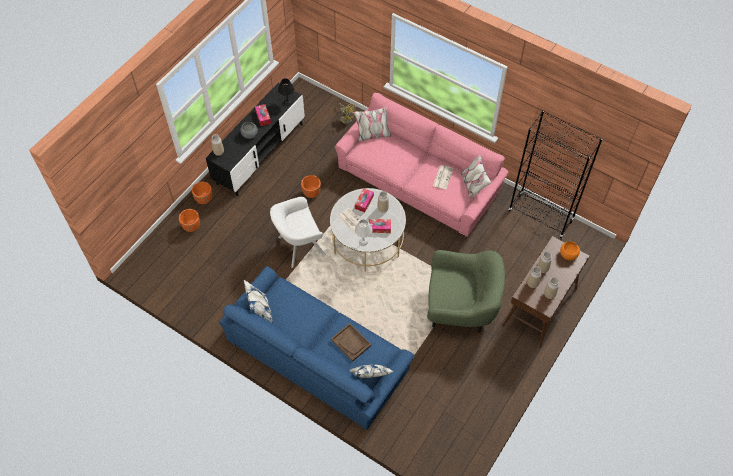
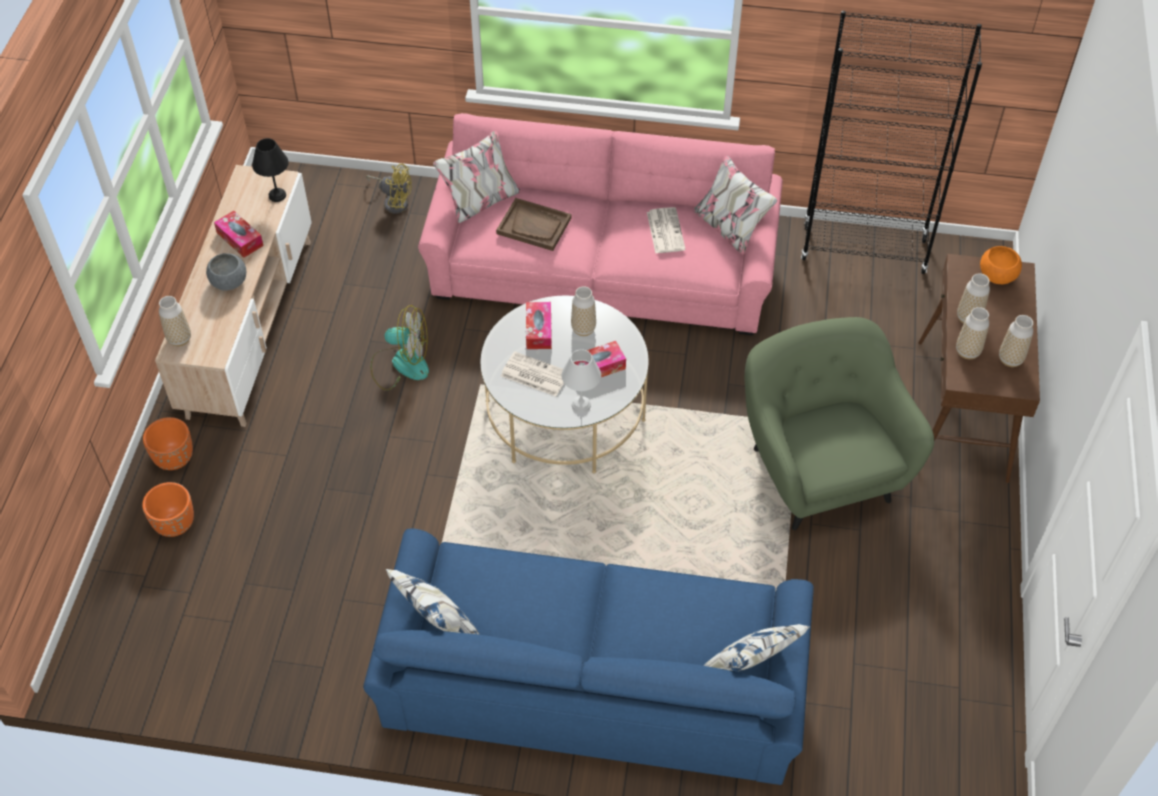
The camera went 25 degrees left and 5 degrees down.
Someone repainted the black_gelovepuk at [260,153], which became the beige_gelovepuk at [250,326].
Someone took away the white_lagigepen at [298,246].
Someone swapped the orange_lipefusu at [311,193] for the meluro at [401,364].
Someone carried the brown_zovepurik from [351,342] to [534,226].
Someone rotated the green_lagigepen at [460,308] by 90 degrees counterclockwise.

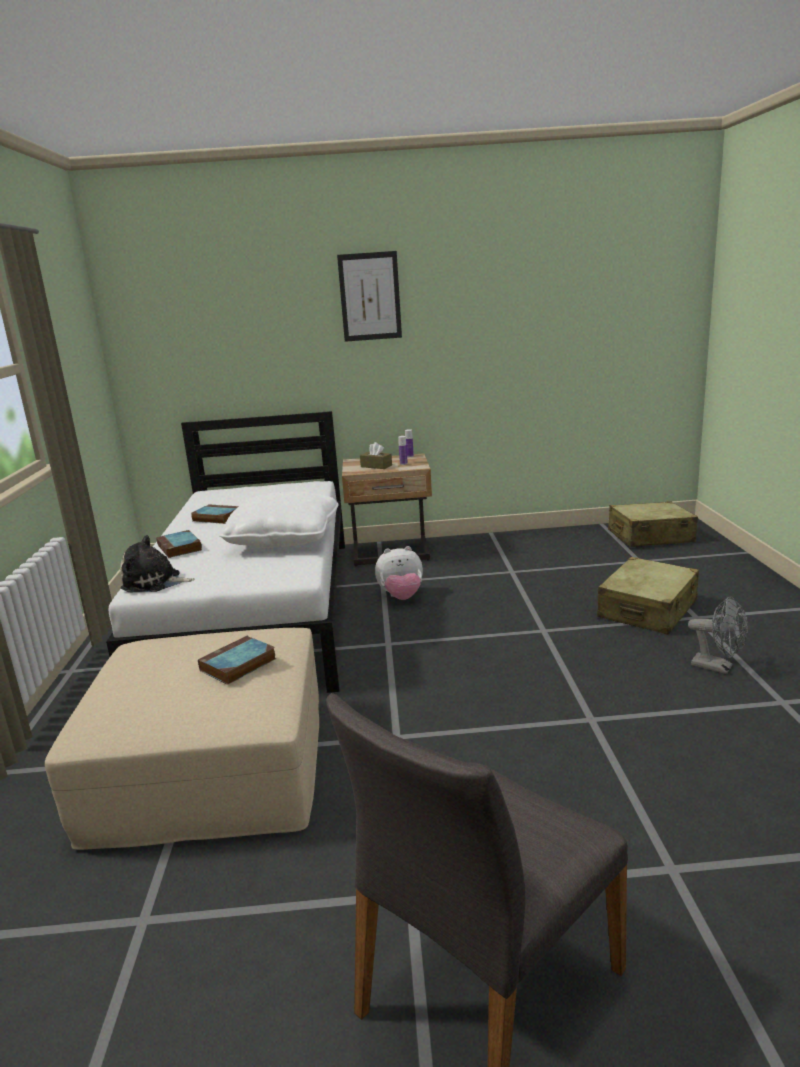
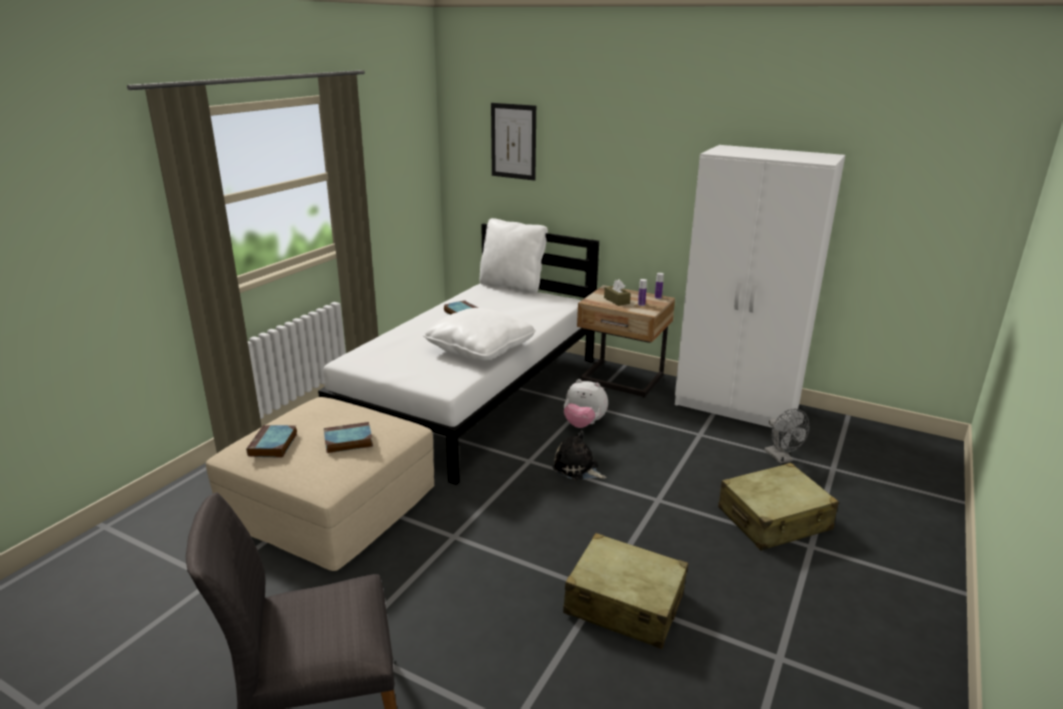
The camera went 30 degrees right and 5 degrees up.
Someone carried the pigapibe from [154,582] to [577,469].
Someone carried the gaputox from [180,548] to [273,445].
Someone carried the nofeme from [370,296] to [513,141].
Someone carried the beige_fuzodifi from [650,537] to [624,604].
Someone carried the grey_meluro from [718,667] to [781,458].
Someone put down the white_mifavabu at [512,286].
Someone put down the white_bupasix at [737,406].

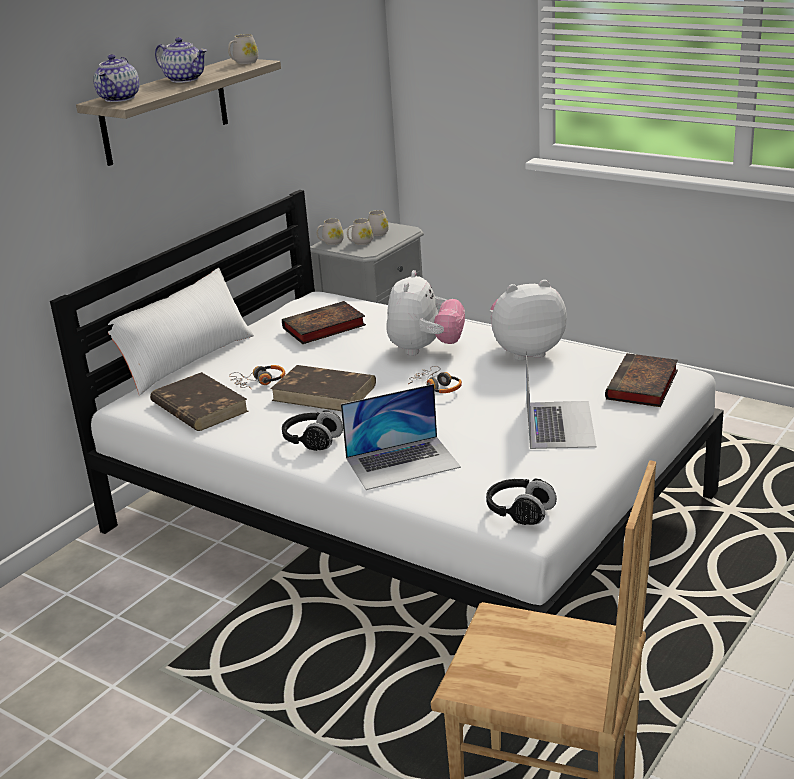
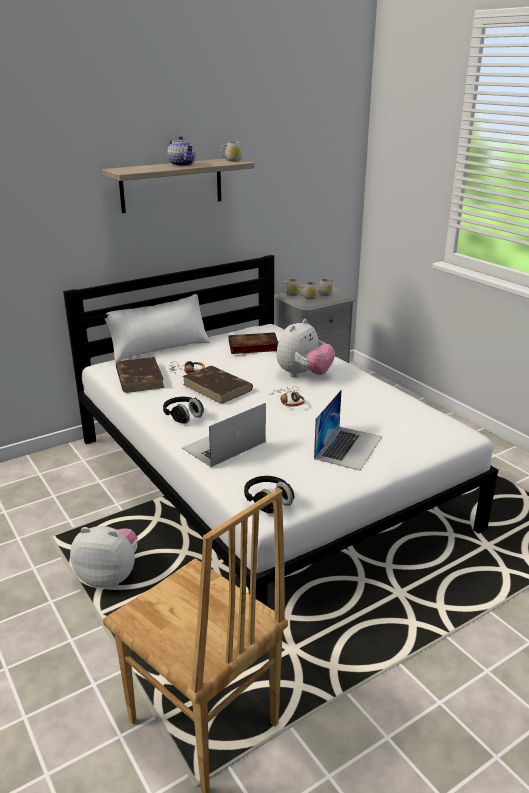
The camera went 20 degrees right and 0 degrees up.
Someone took away the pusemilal at [120,98].
Someone rotated the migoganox at [403,462] by 135 degrees clockwise.
Someone carried the pigapibe from [526,352] to [109,576].
Someone took away the gaputox at [642,386].

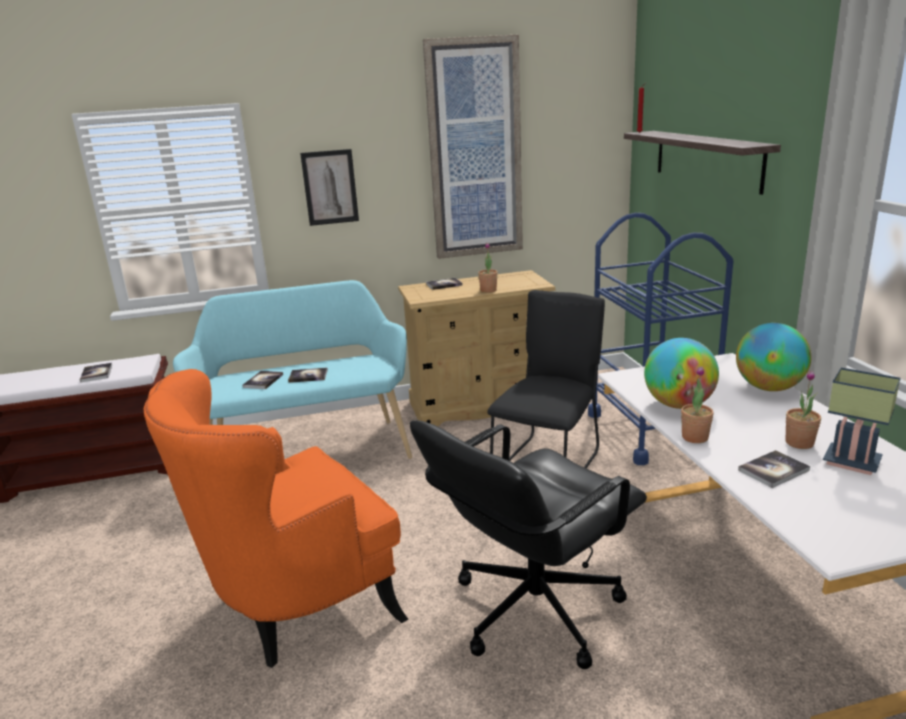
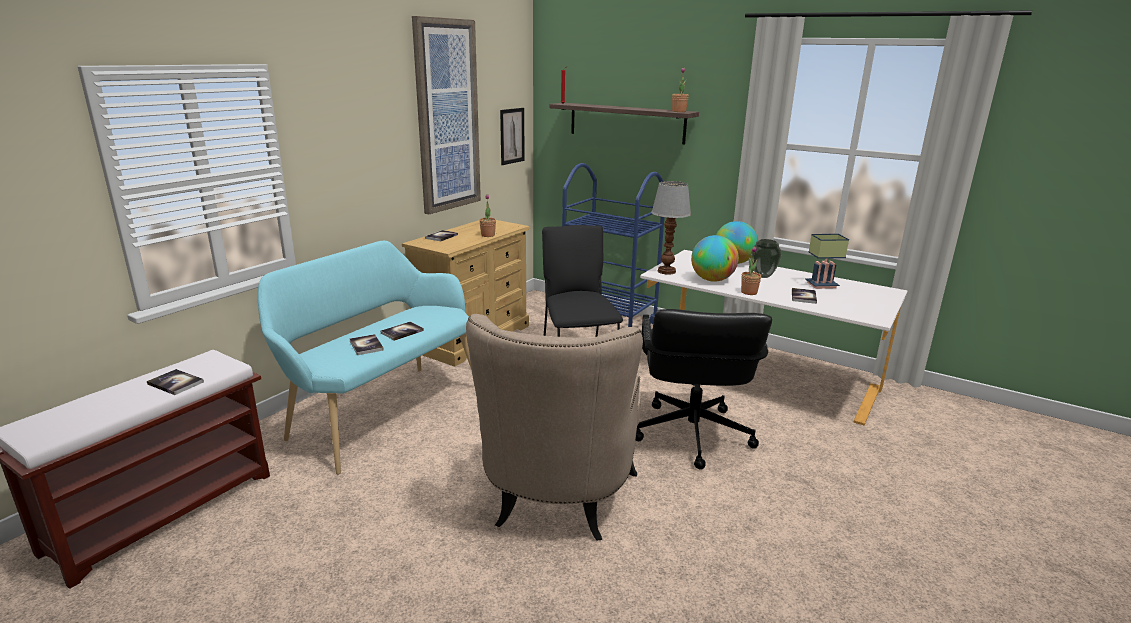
The camera went 45 degrees left and 0 degrees up.
Someone repainted the orange_lagigepen at [296,606], which became the beige_lagigepen at [556,503].
Someone carried the nofeme from [330,187] to [512,136].
Someone carried the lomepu from [799,443] to [679,111].
Someone put down the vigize at [666,271].
Someone put down the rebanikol at [762,276].

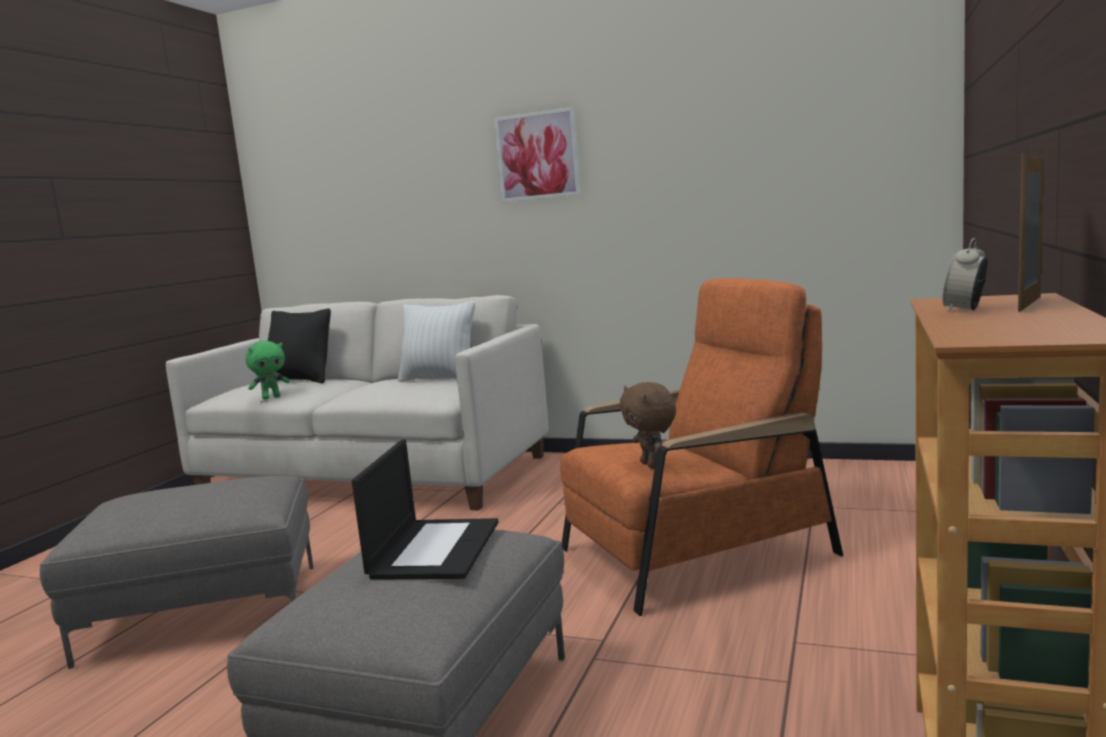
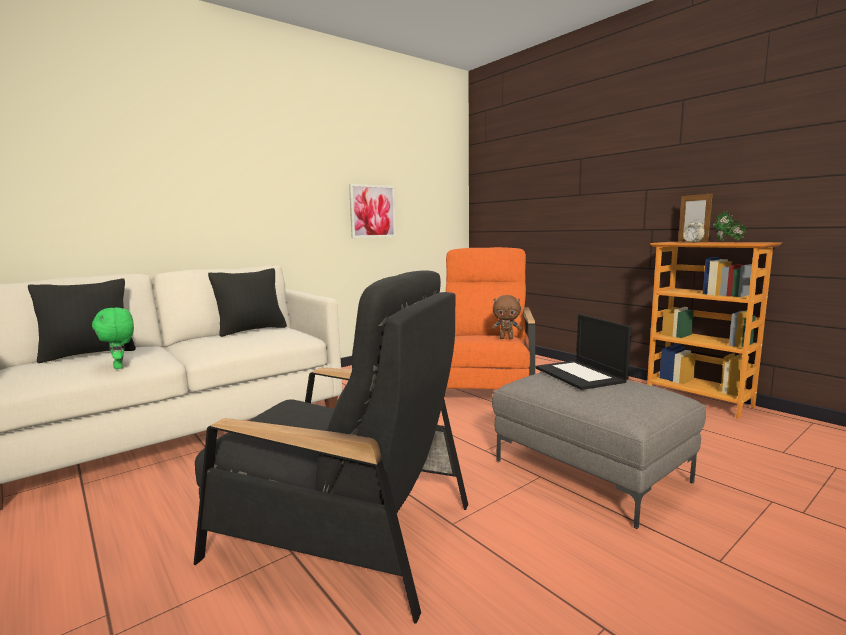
The camera went 60 degrees left and 0 degrees up.
Someone swapped the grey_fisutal at [201,614] for the black_lagigepen at [342,532].
Someone rotated the green_pigapibe at [271,397] by 150 degrees clockwise.
Someone rotated the migoganox at [434,548] by 150 degrees counterclockwise.
Someone repainted the white_mifavabu at [439,379], which became the black_mifavabu at [251,330].
Someone carried the nofeme from [537,156] to [372,211].
Someone put down the lomepu at [727,242].

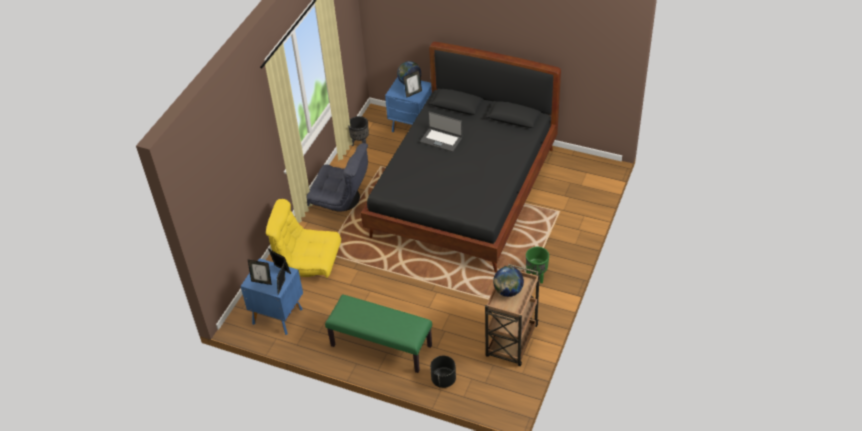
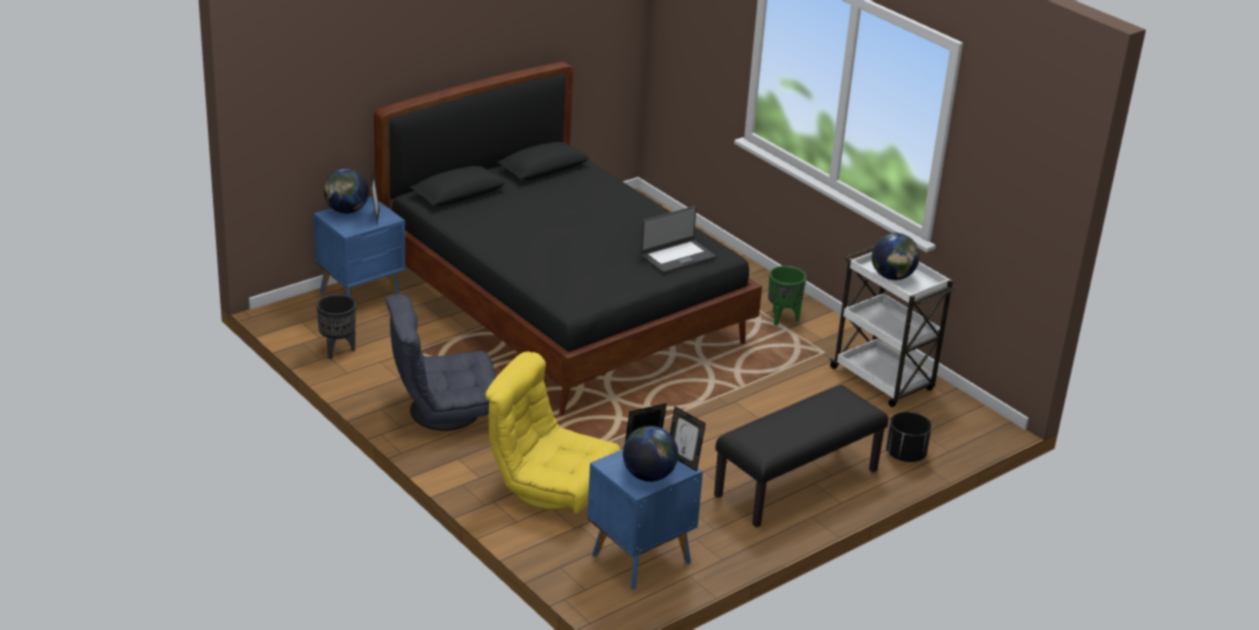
The camera went 65 degrees left and 15 degrees down.
Someone swapped the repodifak at [262,281] for the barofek at [648,476].
Someone rotated the yellow_lagigepen at [309,262] by 75 degrees clockwise.
Someone rotated the grey_lagigepen at [341,199] by 150 degrees counterclockwise.
Someone repainted the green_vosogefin at [380,346], which became the black_vosogefin at [796,484].
Someone carried the migoganox from [441,139] to [677,256].
Someone repainted the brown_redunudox at [511,342], which became the white_redunudox at [883,380].

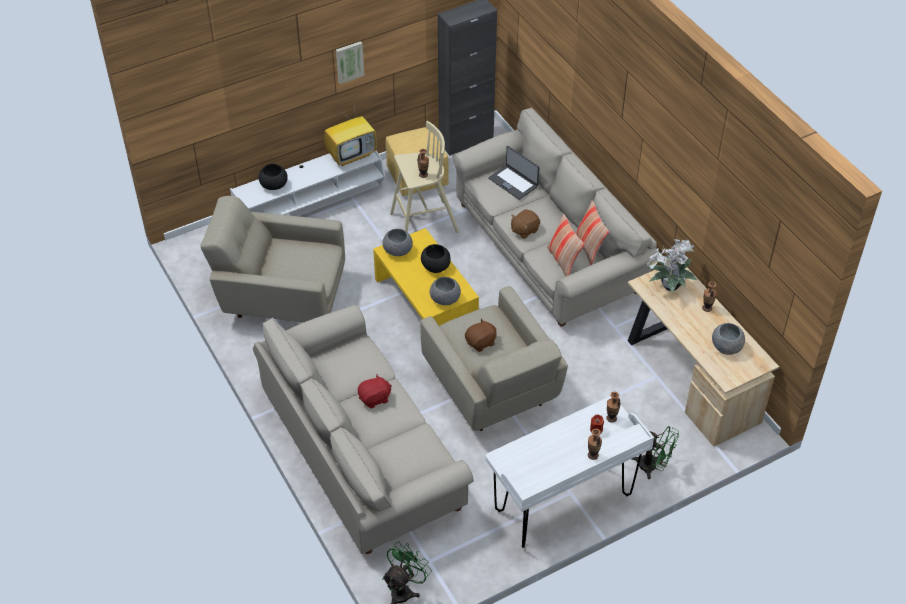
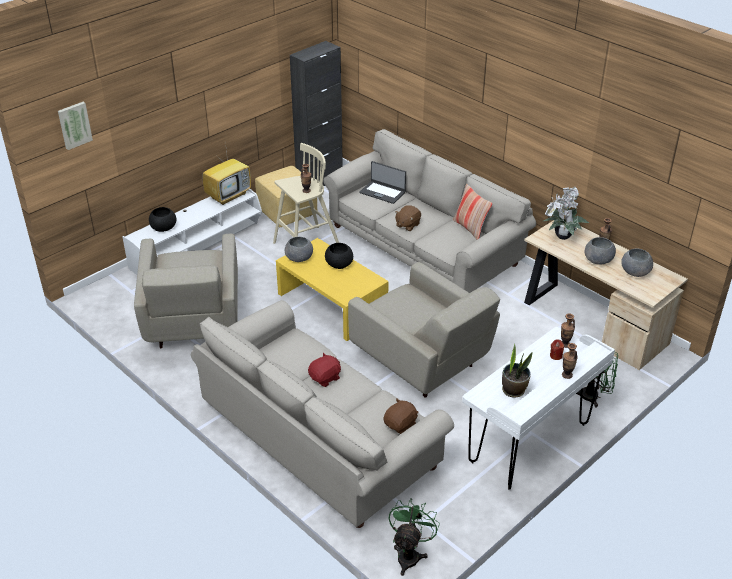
The camera went 15 degrees left and 10 degrees down.
Someone rotated the beige_lagigepen at [281,297] by 90 degrees counterclockwise.
Someone carried the nofeme from [349,61] to [74,125].
Someone carried the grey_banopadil from [444,299] to [598,260].
Someone carried the brown_pigapibe from [481,342] to [401,425].
Someone took away the mifavabu at [563,261].
Someone put down the lomepu at [514,390].

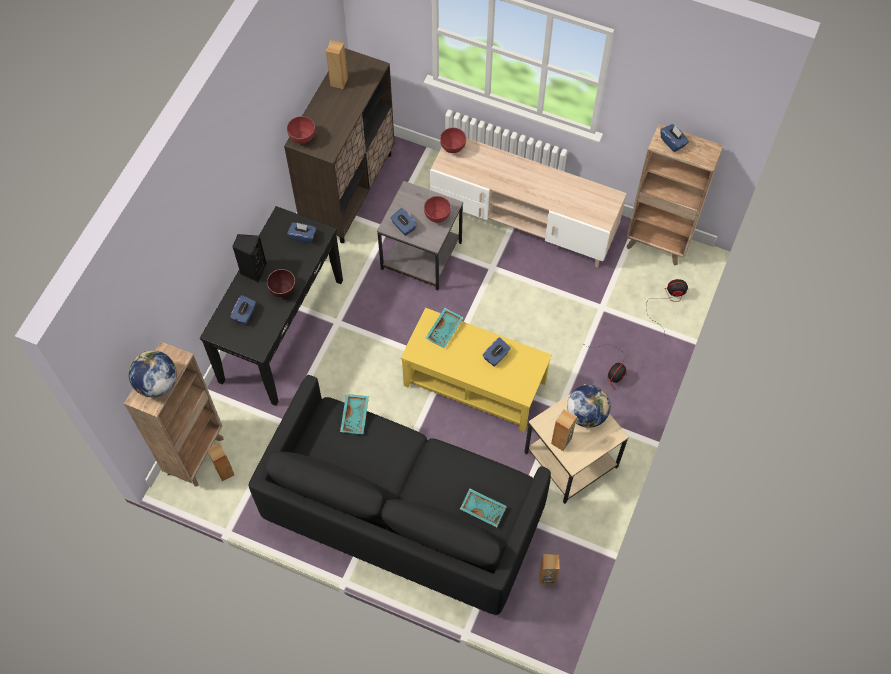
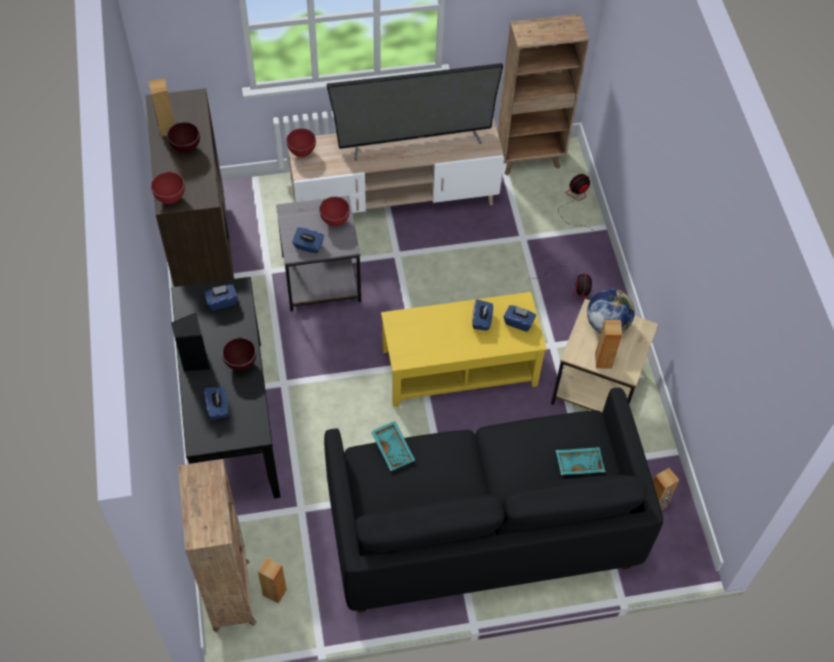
The camera went 35 degrees left and 5 degrees down.
Someone took away the barofek at [157,383].
Someone took away the turquoise_zovepurik at [445,330].
Someone carried the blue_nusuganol from [672,142] to [518,322].
Someone put down the brown_banopadil at [186,149].
Someone put down the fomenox at [414,140].

